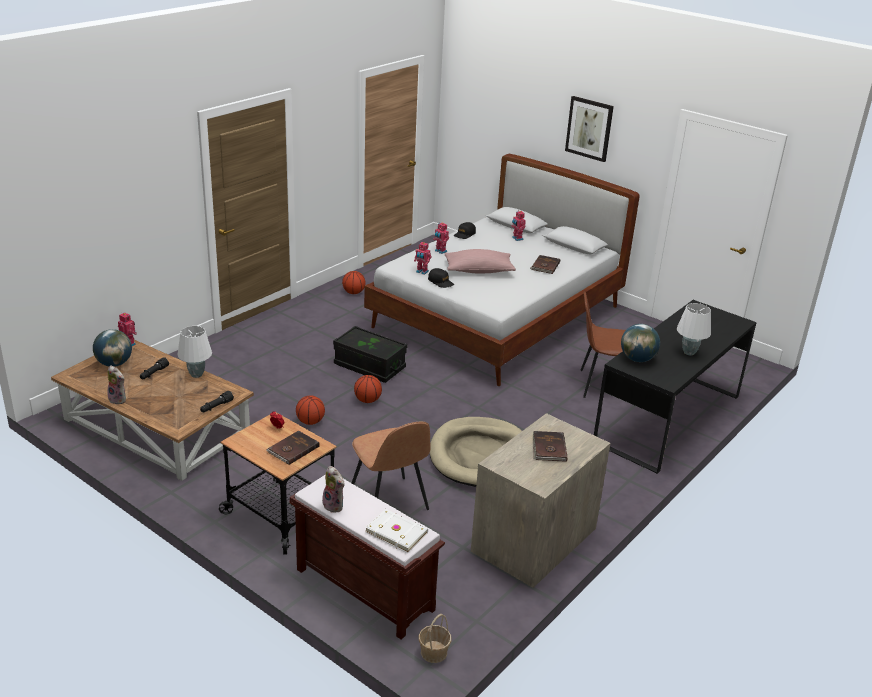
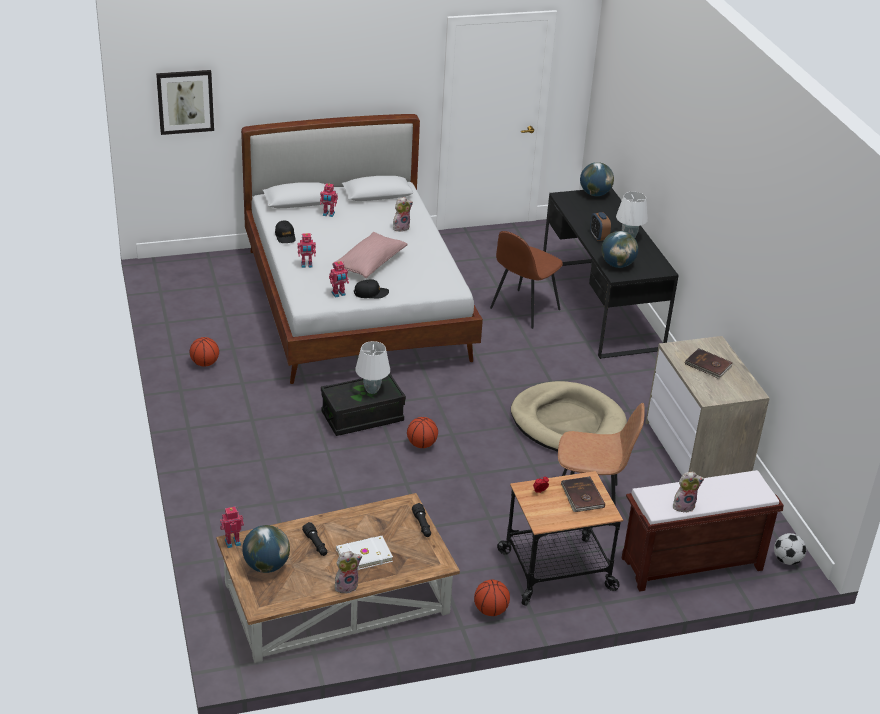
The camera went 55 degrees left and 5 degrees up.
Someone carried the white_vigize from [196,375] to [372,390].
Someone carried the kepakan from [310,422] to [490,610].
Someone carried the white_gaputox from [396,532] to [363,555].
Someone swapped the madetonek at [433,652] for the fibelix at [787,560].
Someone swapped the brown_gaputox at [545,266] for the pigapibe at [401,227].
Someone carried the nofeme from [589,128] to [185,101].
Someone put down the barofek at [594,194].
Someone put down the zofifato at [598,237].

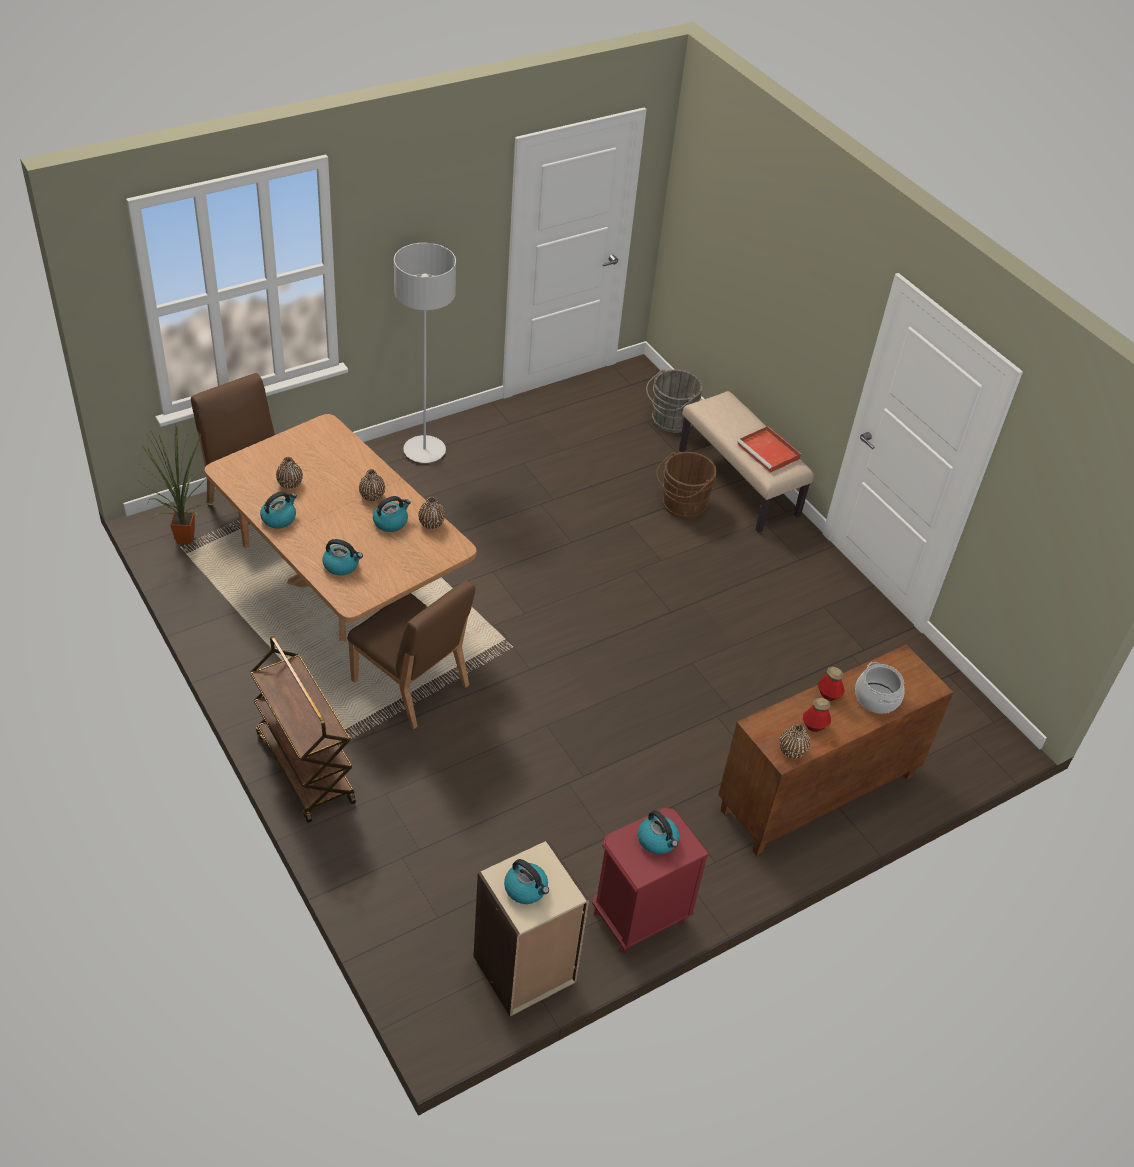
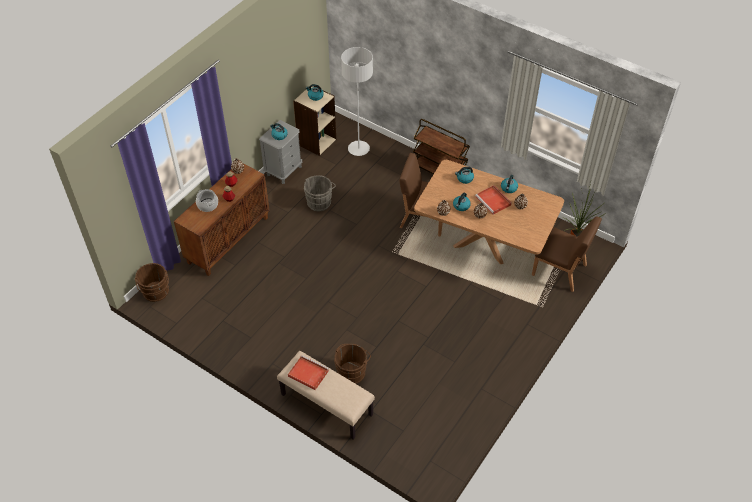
The camera went 160 degrees right and 5 degrees up.
Someone carried the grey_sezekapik from [424,451] to [358,149].
Someone repainted the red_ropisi at [639,917], which became the grey_ropisi at [284,170].
Someone carried the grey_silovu from [670,421] to [320,201].
Someone put down the brown_silovu at [156,293].
Someone put down the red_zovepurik at [493,201].

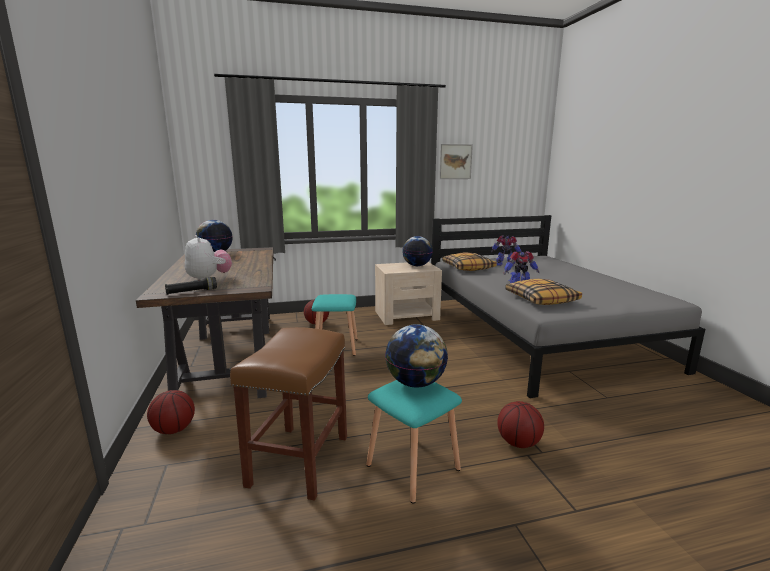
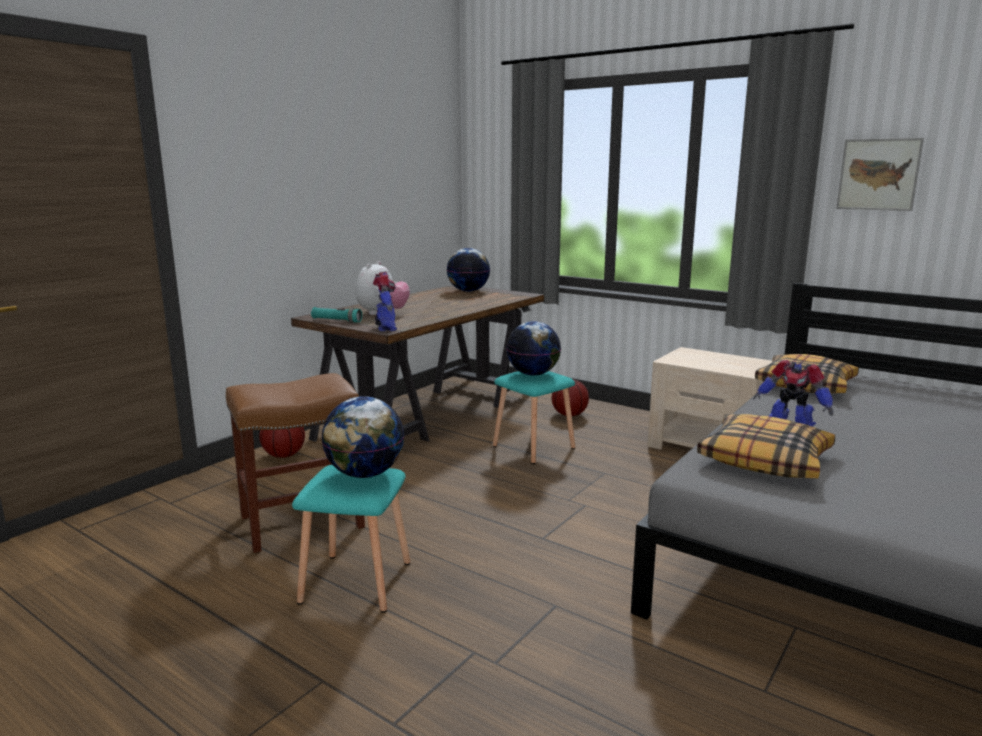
The camera went 50 degrees right and 0 degrees up.
Someone repainted the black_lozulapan at [192,292], which became the turquoise_lozulapan at [337,321].
Someone carried the barofek from [417,265] to [533,374].
Someone carried the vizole from [505,265] to [386,328].
Someone took away the kepakan at [518,443].

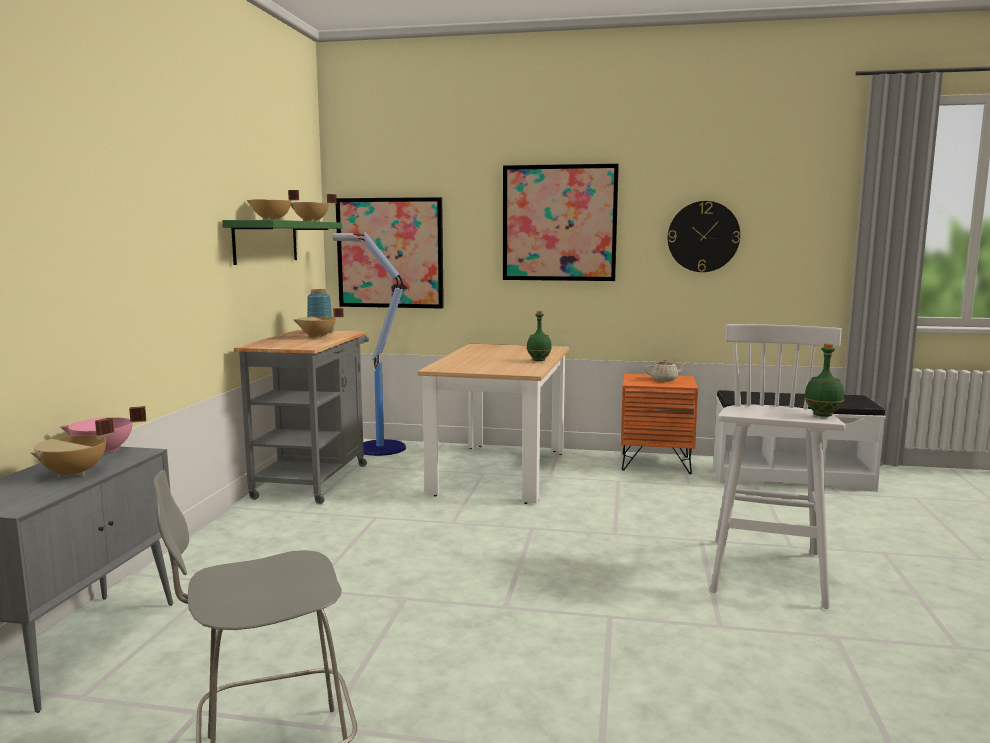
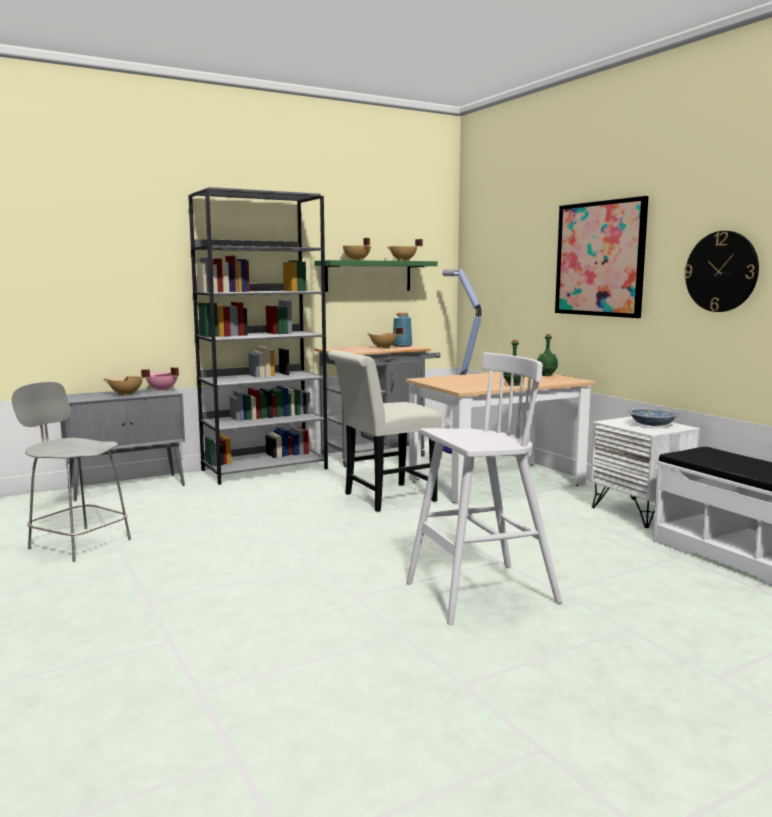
The camera went 50 degrees right and 0 degrees up.
Someone took away the nofeme at [390,253].
Someone repainted the orange_ropisi at [655,463], which became the white_ropisi at [640,513].
Someone swapped the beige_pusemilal at [665,379] for the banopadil at [652,425].
Someone carried the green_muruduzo from [823,415] to [546,375].
Someone put down the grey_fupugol at [265,469].
Someone put down the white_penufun at [384,498].

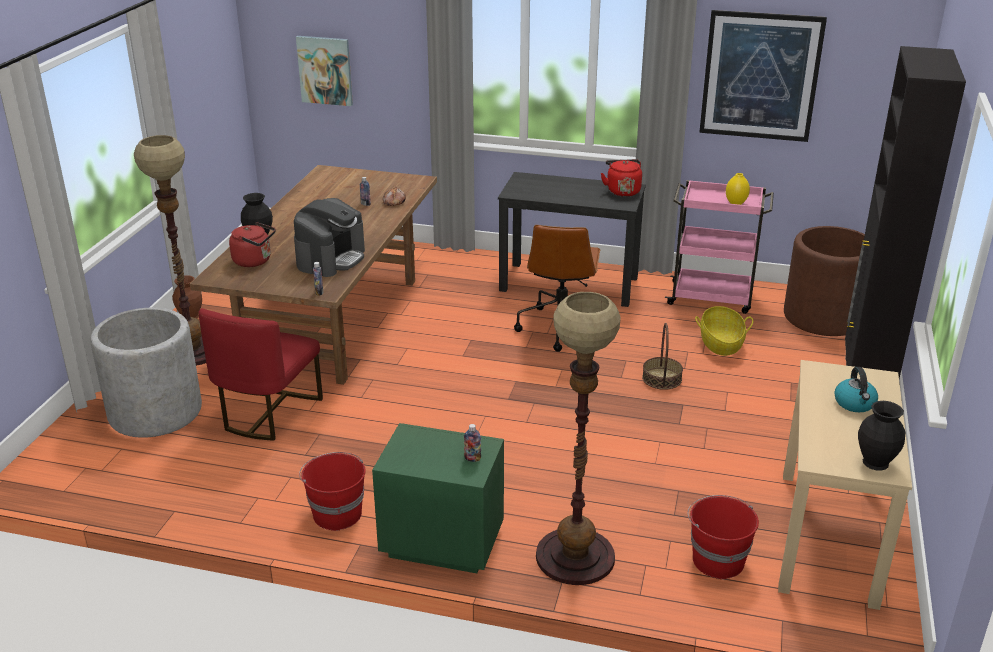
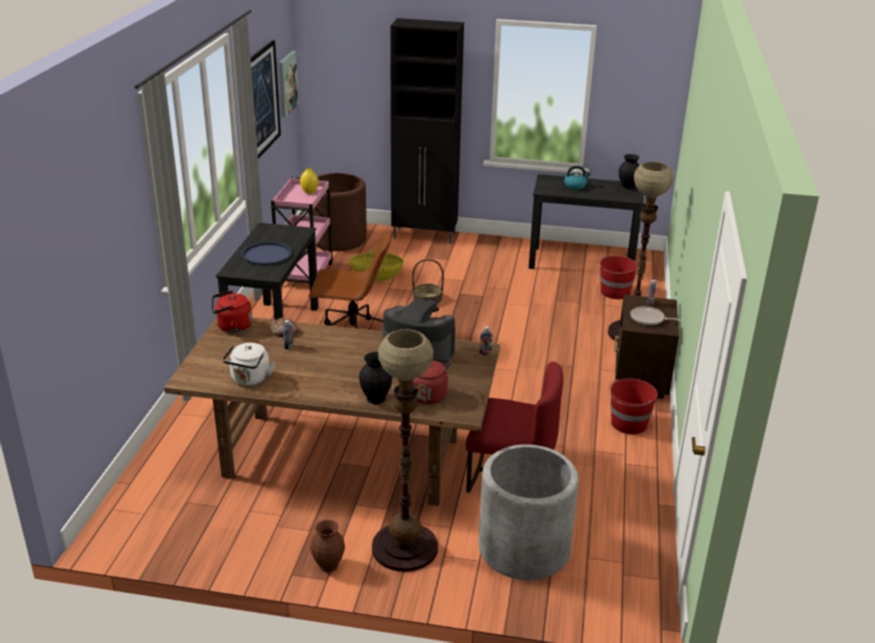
The camera went 95 degrees left and 0 degrees up.
Someone carried the nofeme from [325,70] to [287,83].
Someone repainted the green_ropisi at [441,542], which became the brown_ropisi at [639,379].
Someone carried the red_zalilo from [622,191] to [232,326].
Someone repainted the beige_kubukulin at [827,537], which became the black_kubukulin at [582,262].
Someone put down the white_zalilo at [250,380].
Someone put down the blue_zovepurik at [267,254].
Someone put down the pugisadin at [649,319].

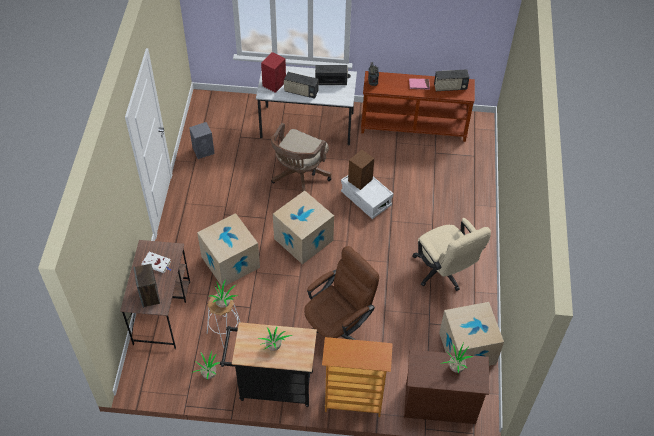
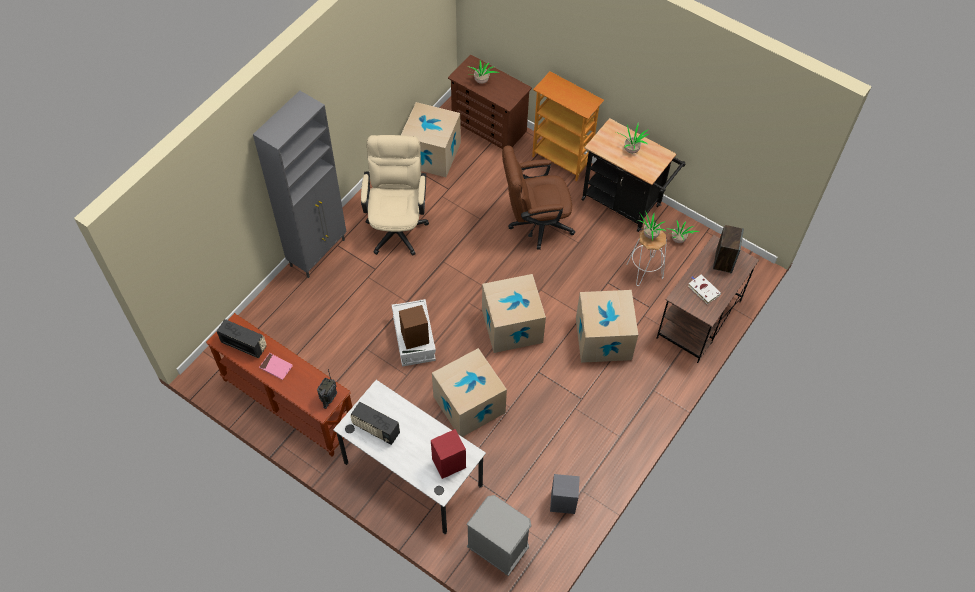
The camera went 150 degrees left and 5 degrees up.
Someone swapped the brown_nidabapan at [299,177] for the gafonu at [469,404].
Someone took away the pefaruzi at [301,92].
Someone put down the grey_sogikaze at [318,252].
Someone put down the grey_ropisi at [497,549].

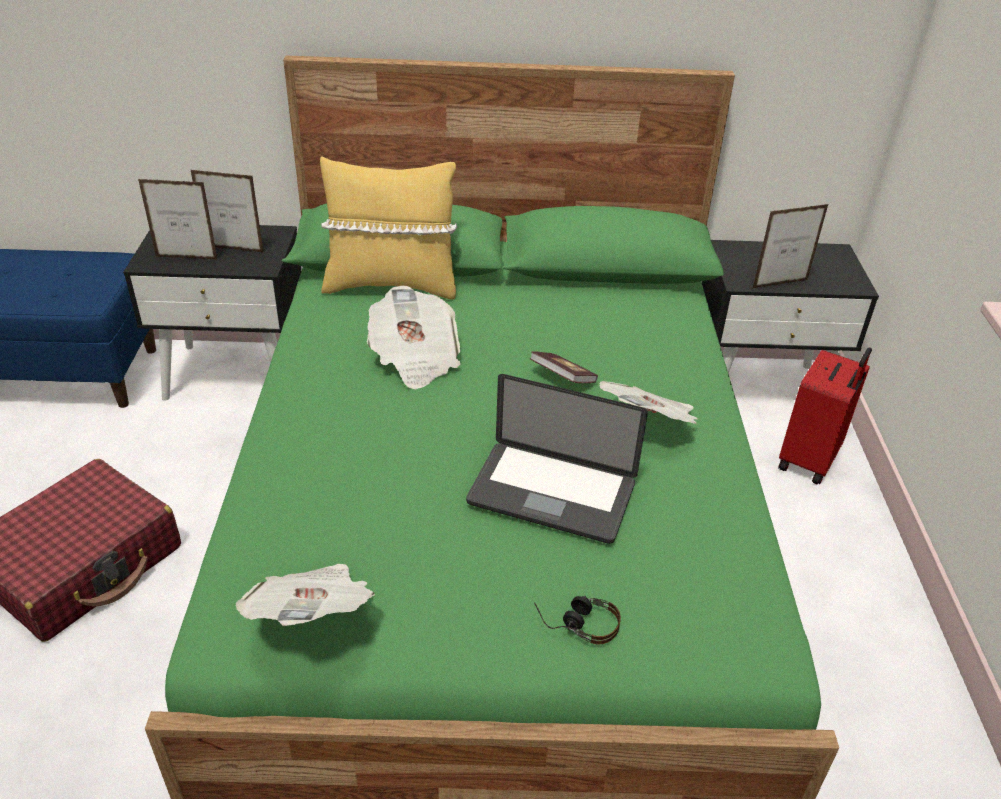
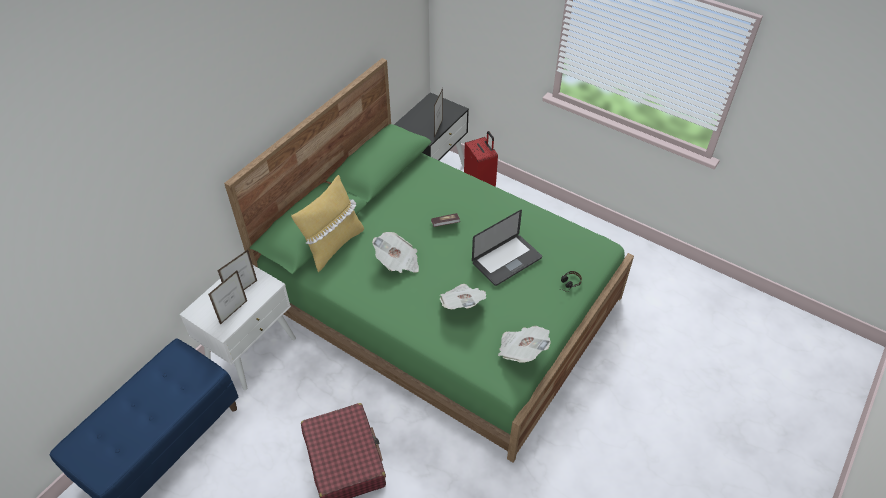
The camera went 55 degrees left and 10 degrees up.
Someone repainted the black_ropisi at [237,373], which became the white_ropisi at [251,350].
Someone carried the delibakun from [649,423] to [462,304].

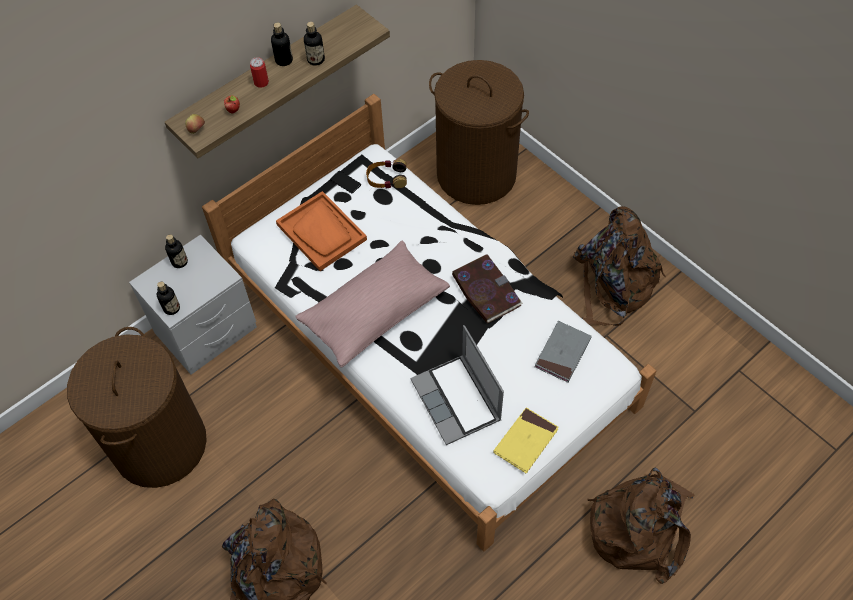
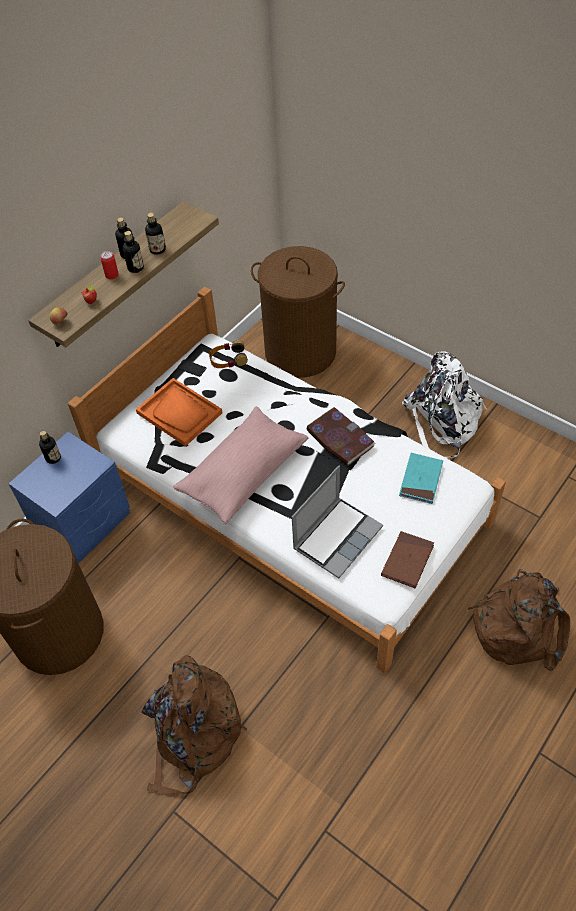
The camera went 10 degrees left and 5 degrees down.
Someone repainted the grey_ropisi at [206,331], which became the blue_ropisi at [83,524].
Someone carried the muruduzo from [171,308] to [135,268].
Someone rotated the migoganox at [457,401] by 105 degrees counterclockwise.
Someone repainted the yellow_gaputox at [525,441], which became the brown_gaputox at [407,561].
Someone repainted the grey_gaputox at [562,353], which became the turquoise_gaputox at [421,480].
Someone repainted the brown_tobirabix at [613,283], which became the white_tobirabix at [442,423].

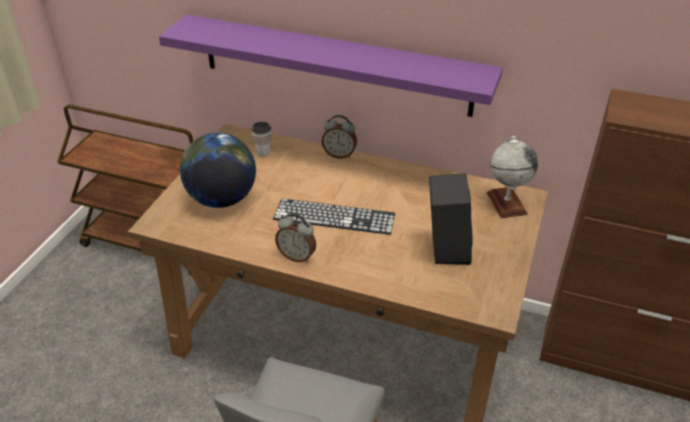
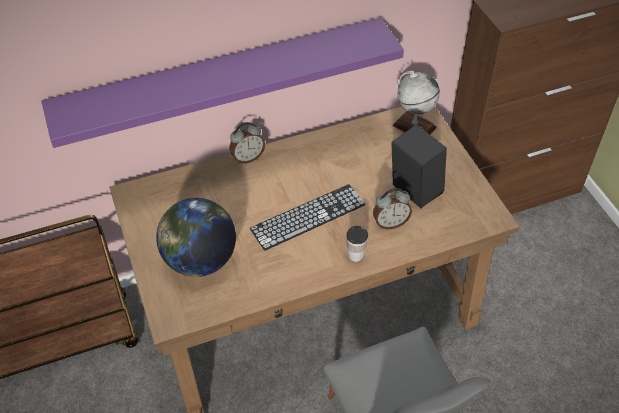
The camera went 40 degrees left and 10 degrees up.
Someone carried the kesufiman from [263,153] to [356,255].
Someone carried the zofifato from [297,256] to [390,223].

